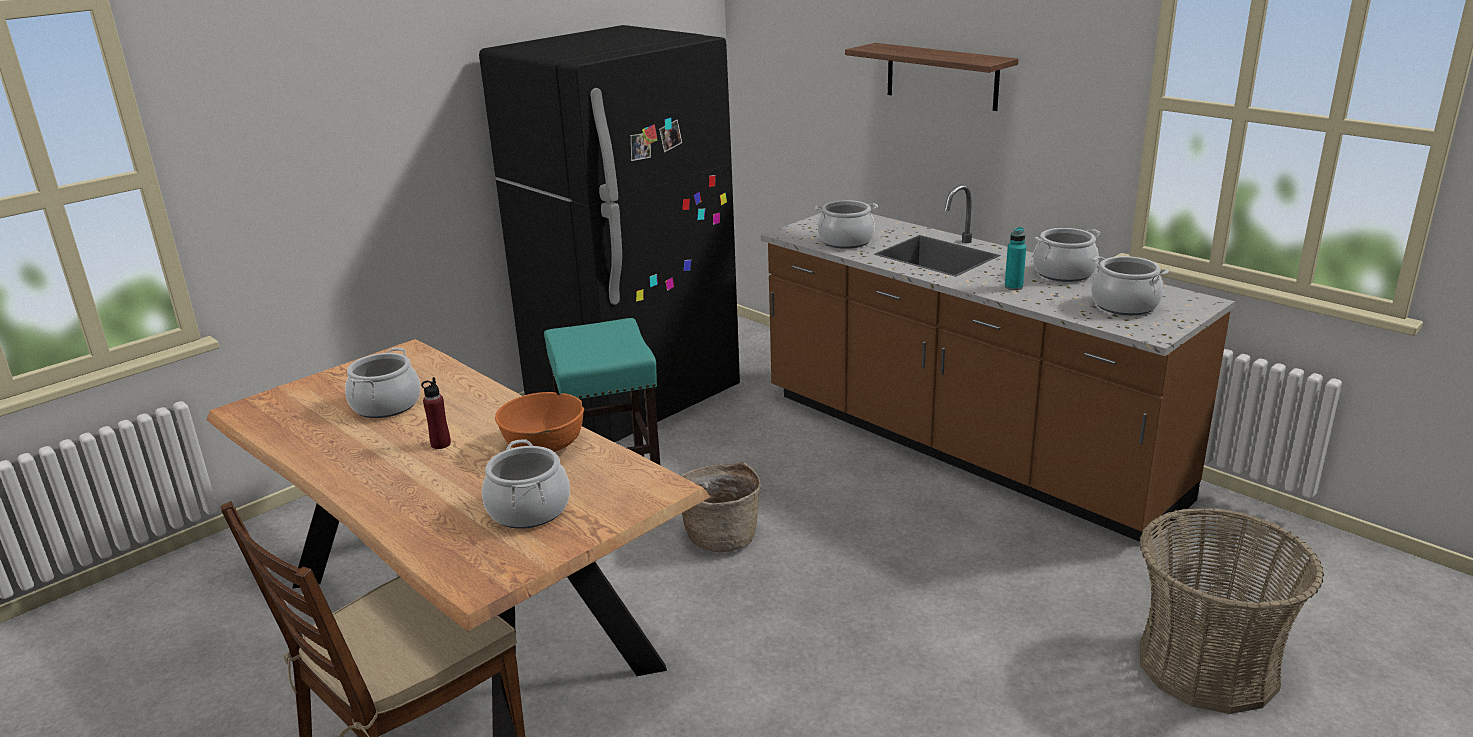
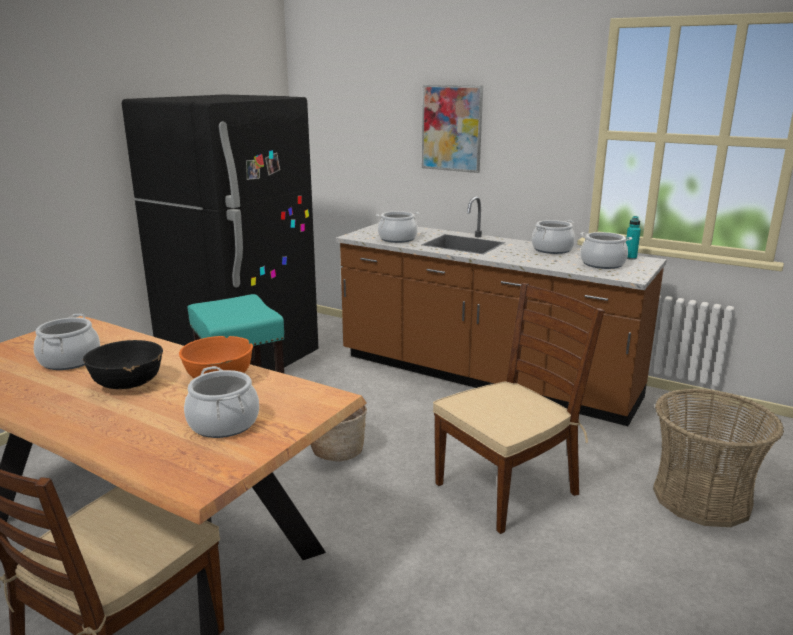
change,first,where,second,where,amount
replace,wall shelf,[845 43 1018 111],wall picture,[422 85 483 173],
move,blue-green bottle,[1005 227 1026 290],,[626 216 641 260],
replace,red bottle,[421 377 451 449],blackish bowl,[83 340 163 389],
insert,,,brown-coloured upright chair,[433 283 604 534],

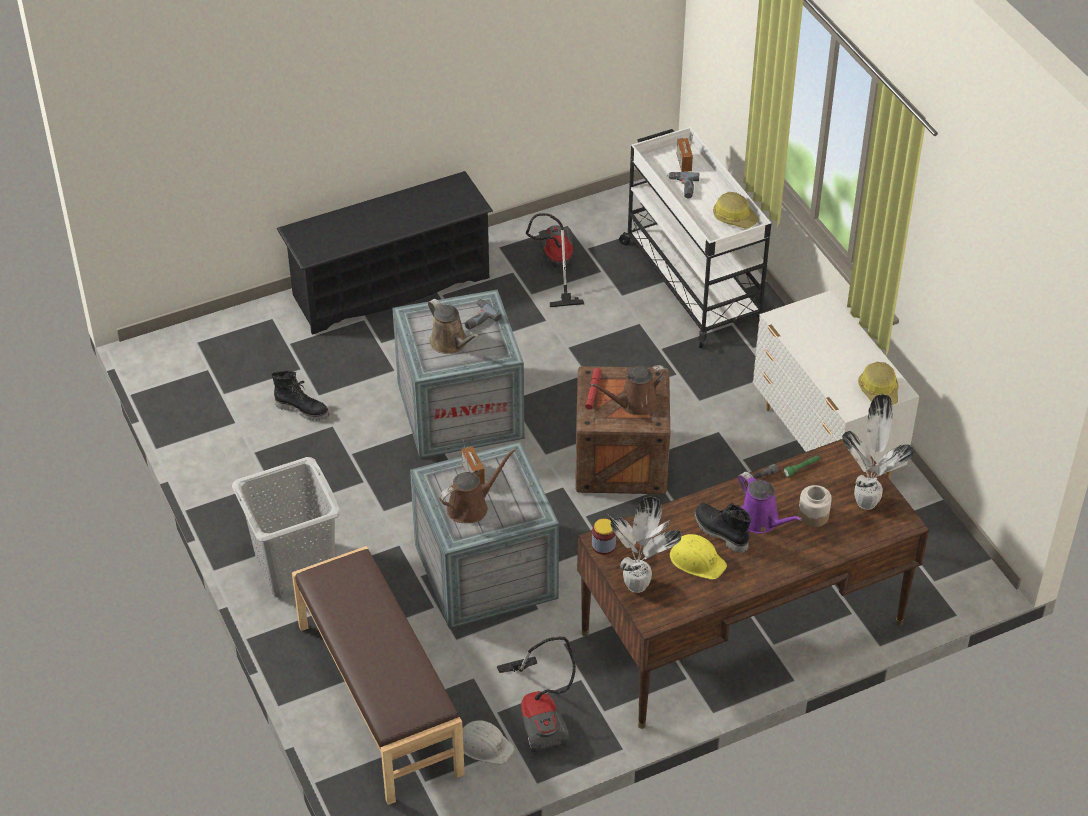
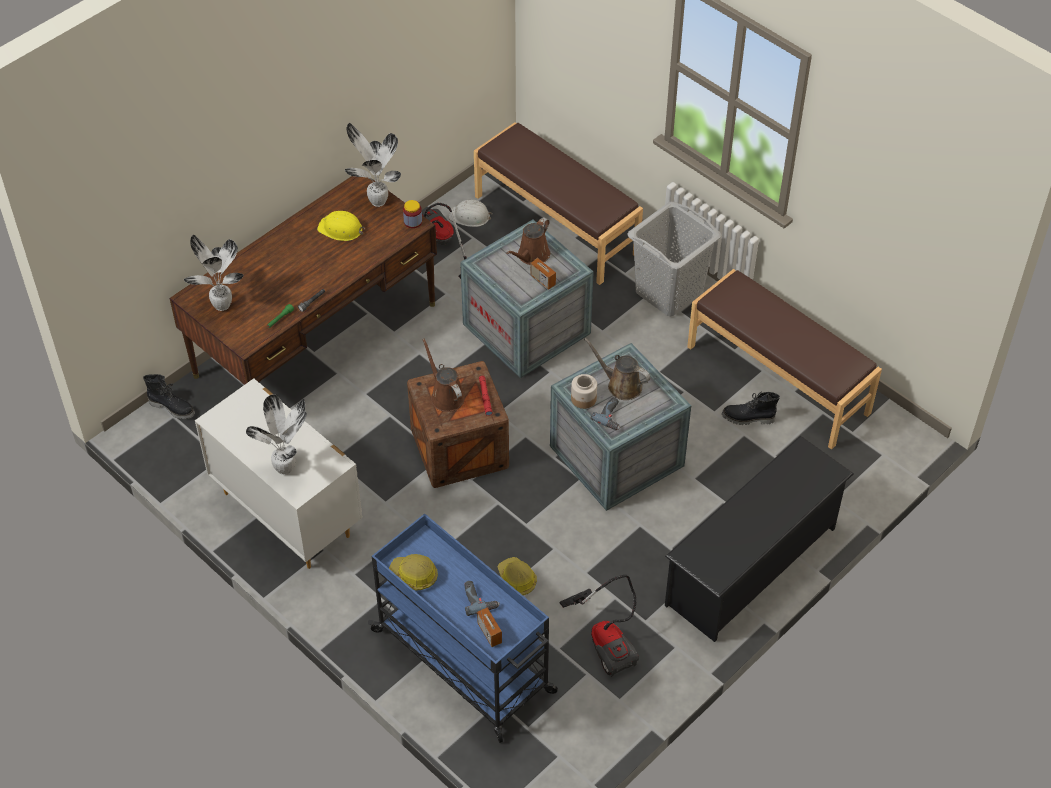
change,first,where,second,where,amount
recolor,whitish wheeled cart,[619 127 771 348],bluish wheeled cart,[368 513 558 743],
move,safety helmet,[858 362 899 405],,[498 557 537 595],
rotate,brown-coloured sprinkling can,[590 365 667 415],,[422 338 465 412],75 degrees counterclockwise
delete,purplish sprinkling can,[738 472 802 533],,,
move,jar,[798 485 832 527],,[571 374 597 409],
move,blackish boot,[694 503 751 553],,[143 374 195 419],
insert,,,brown-coloured bench,[687 269 882 450],
insert,,,houseplant,[246 394 307 475],

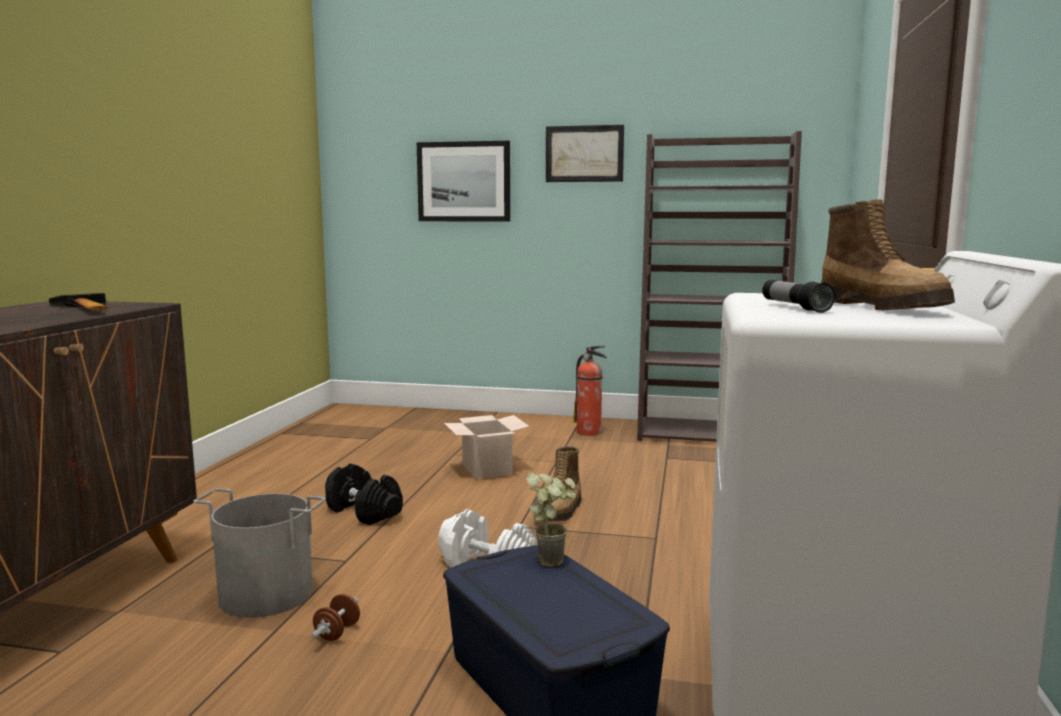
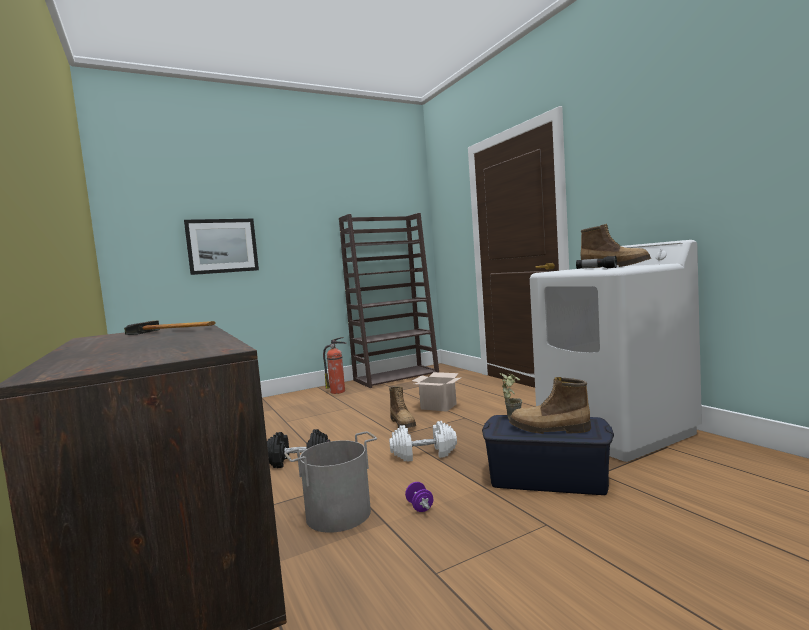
change,first,where,second,where,amount
delete,wall picture,[546 125 624 182],,,
move,carton,[444 415 529 479],,[412 372 462 412],
recolor,brown-coloured free weight,[311 594 360 641],purplish free weight,[405 482 433 512],
insert,,,boot,[509 377 591 434],

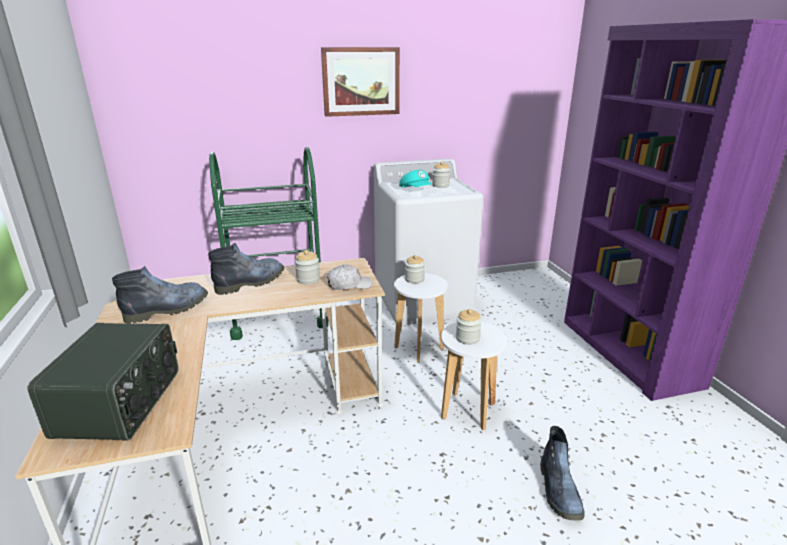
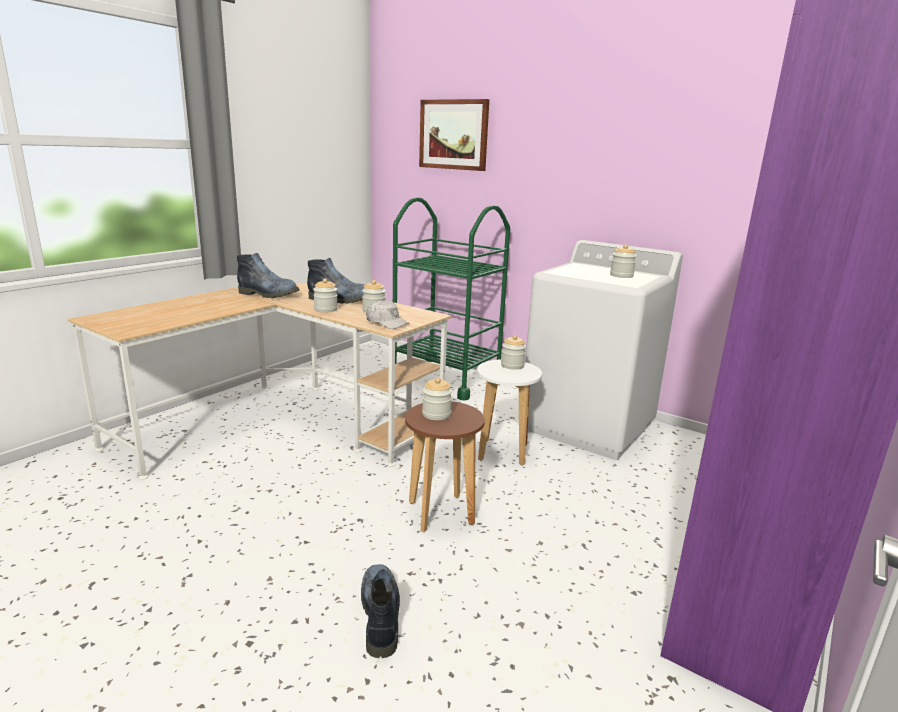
change,first,where,second,where,amount
move,wall picture,[321 47 400 117],,[419 99 489 171],
delete,blue-green peaked cap,[399 170 432 187],,,
recolor,whitish stool seat,[441 322 508 430],brown-coloured stool seat,[405 401 485 532],
delete,radio,[27 323 178 440],,,
rotate,boot,[540 426 585 520],,[361 564 400 658],120 degrees clockwise
insert,,,jar,[313 279 338 312],

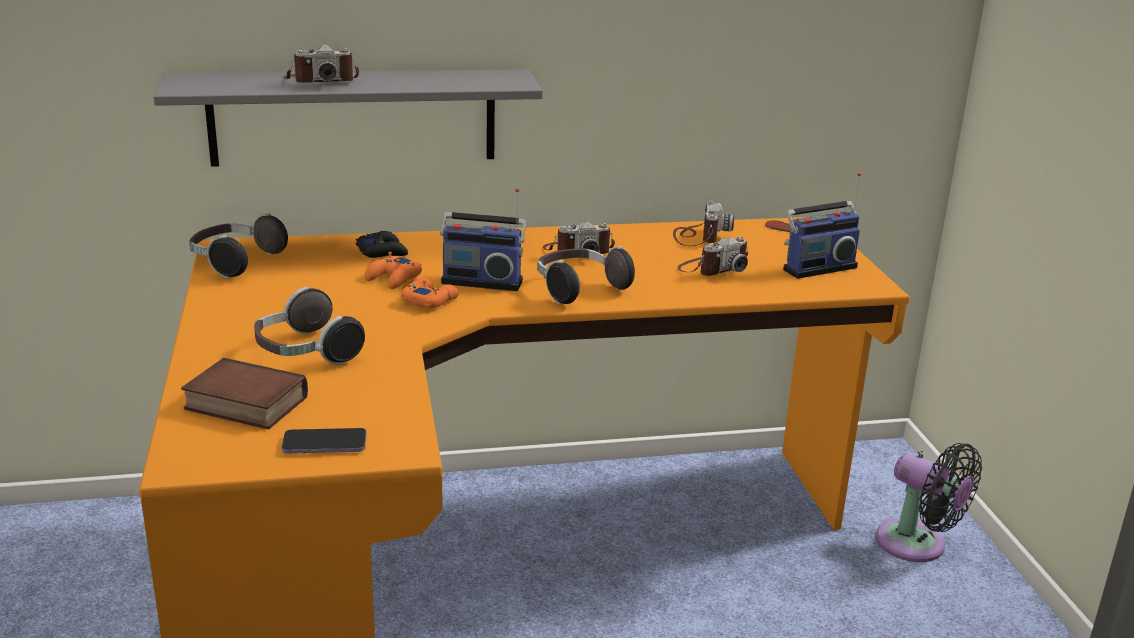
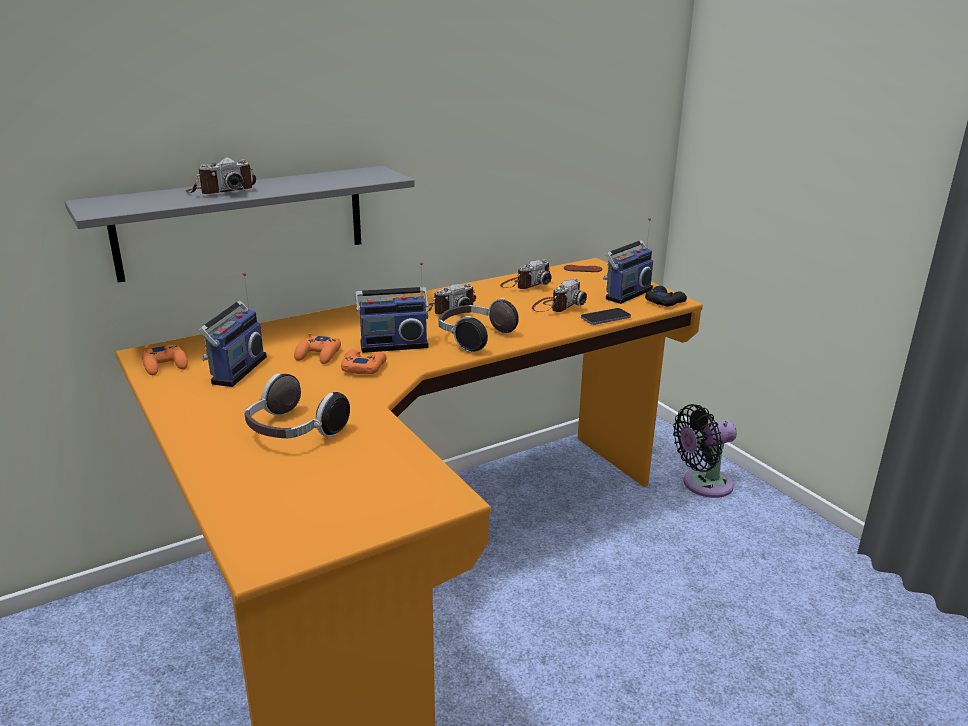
change,first,where,second,where,amount
rotate,photo camera,[673 201 734 246],,[500 259 552 289],60 degrees clockwise
replace,headphones,[189 213 288 279],orange-coloured joypad,[142 345 188 375],
move,blackish joypad,[356 231 408 258],,[645 286 687 307],
delete,volume,[181 358 308 429],,,
move,phone,[282 428 366 454],,[581 308 631 325],
rotate,blackish fan,[876 443 982 562],,[673 404 737 498],135 degrees clockwise
insert,,,radio,[199 272 267 387],

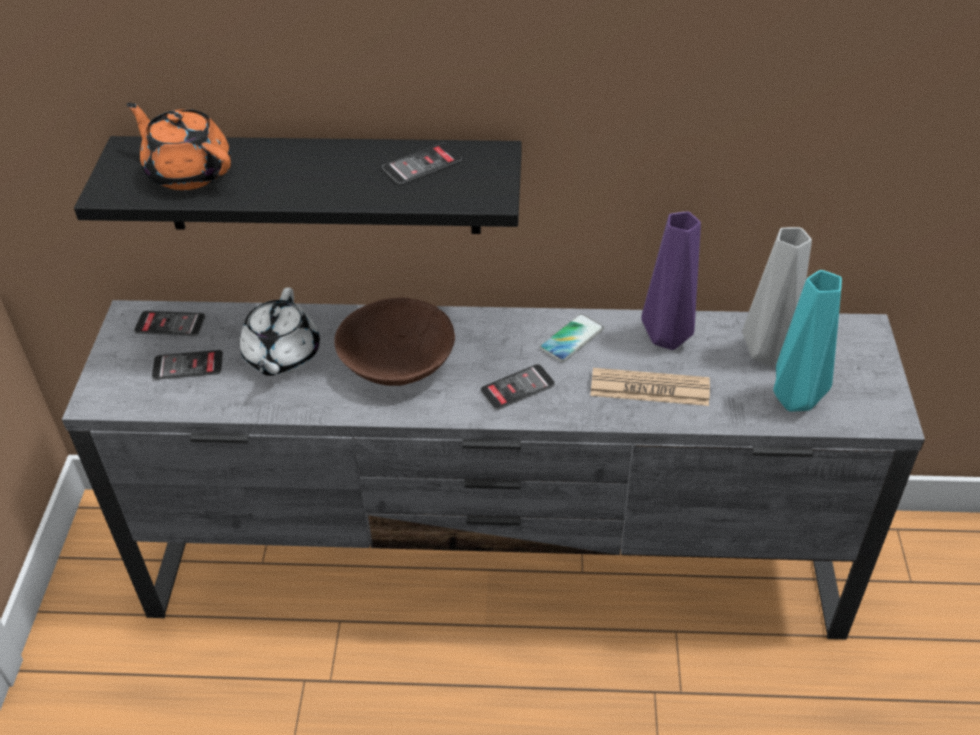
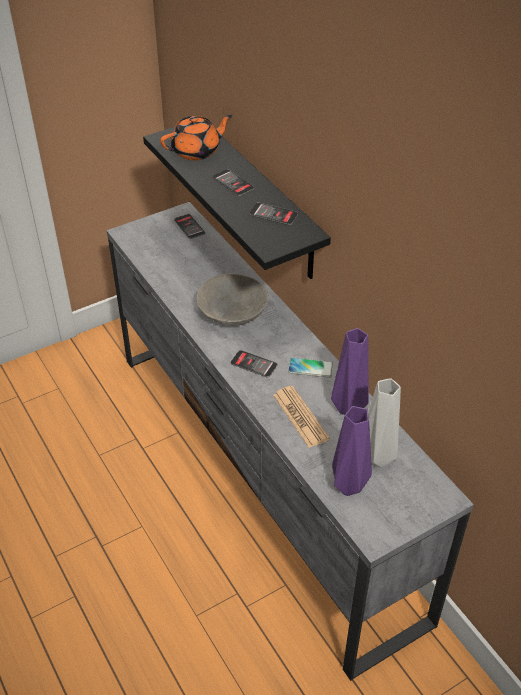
change,first,where,second,where,amount
rotate,orange-coloured tea pot,[127 103 231 190],,[160 115 232 160],60 degrees clockwise
recolor,blue-green flower vase,[773 270 842 412],purplish flower vase,[332 406 372 496],
delete,whitish tea pot,[240 287 320 376],,,
recolor,brown-coloured bowl,[334 298 455 386],grey bowl,[197 274 269 325],
move,phone,[152 350 223 380],,[213 169 254 196],

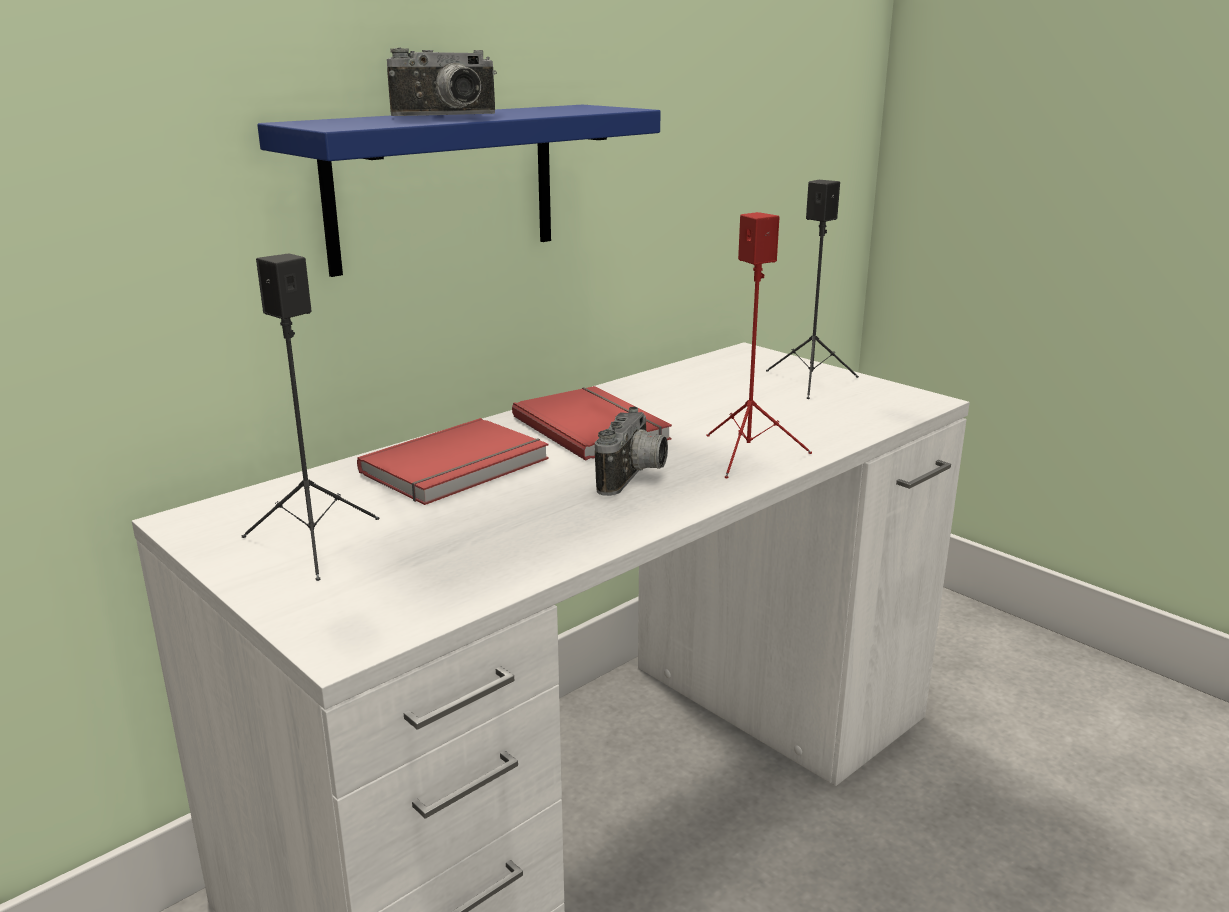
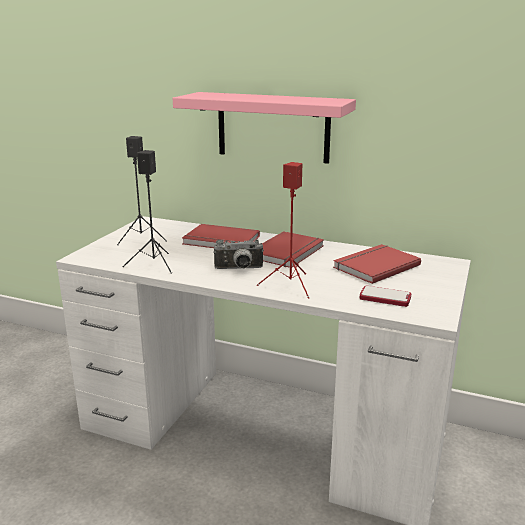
change,first,where,second,where,amount
delete,photo camera,[387 48 497 116],,,
recolor,bluish wall shelf,[257 105 661 277],pinkish wall shelf,[173 92 356 164],
move,blackish audio speaker,[766 180 859 399],,[123 150 172 274],
insert,,,red volume,[333 244 421 284],
insert,,,phone,[360 286 411 307],

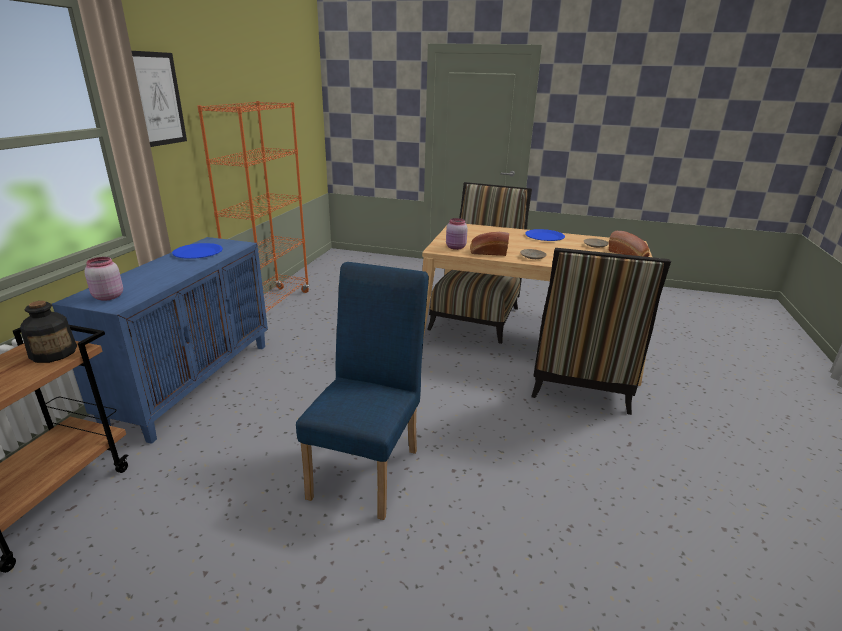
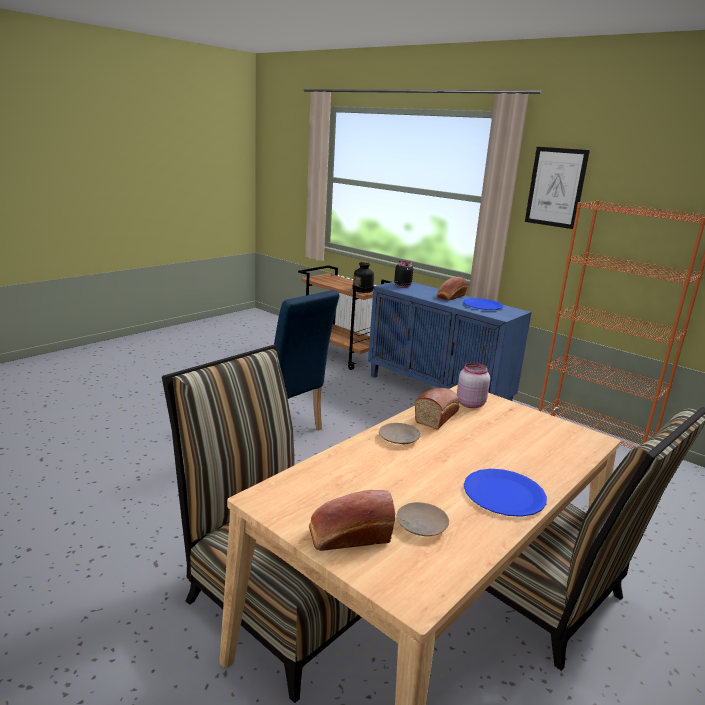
change,first,where,second,where,amount
recolor,pinkish jar,[84 257 123 301],blackish jar,[394 261 413 288],
insert,,,bakery bread,[437 277 468 301],

